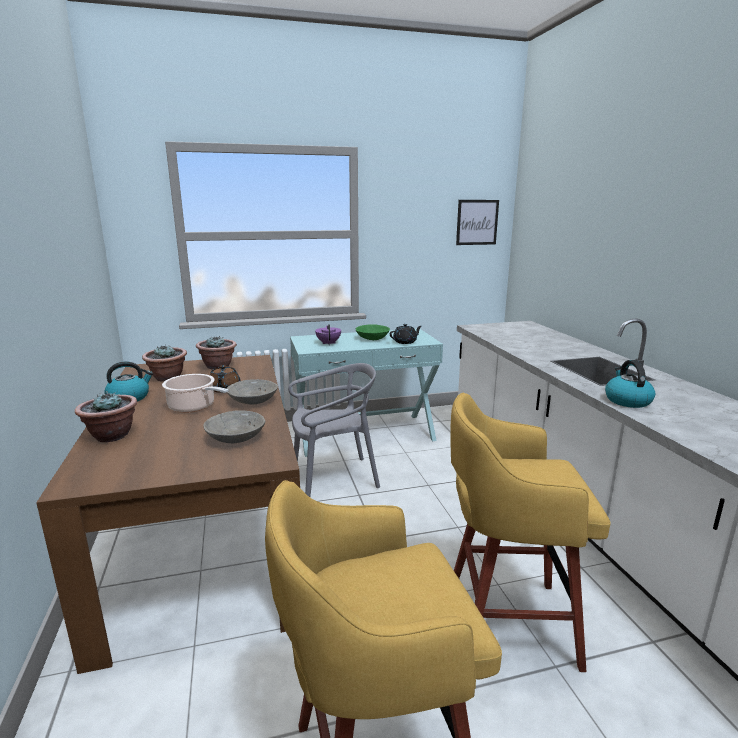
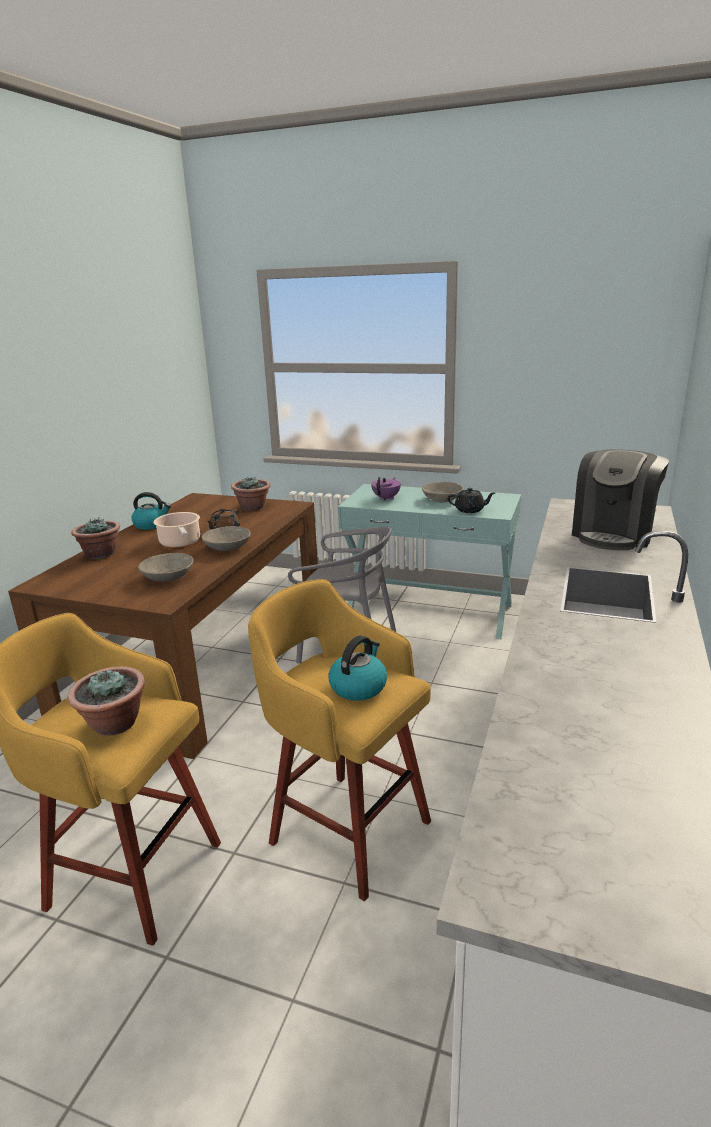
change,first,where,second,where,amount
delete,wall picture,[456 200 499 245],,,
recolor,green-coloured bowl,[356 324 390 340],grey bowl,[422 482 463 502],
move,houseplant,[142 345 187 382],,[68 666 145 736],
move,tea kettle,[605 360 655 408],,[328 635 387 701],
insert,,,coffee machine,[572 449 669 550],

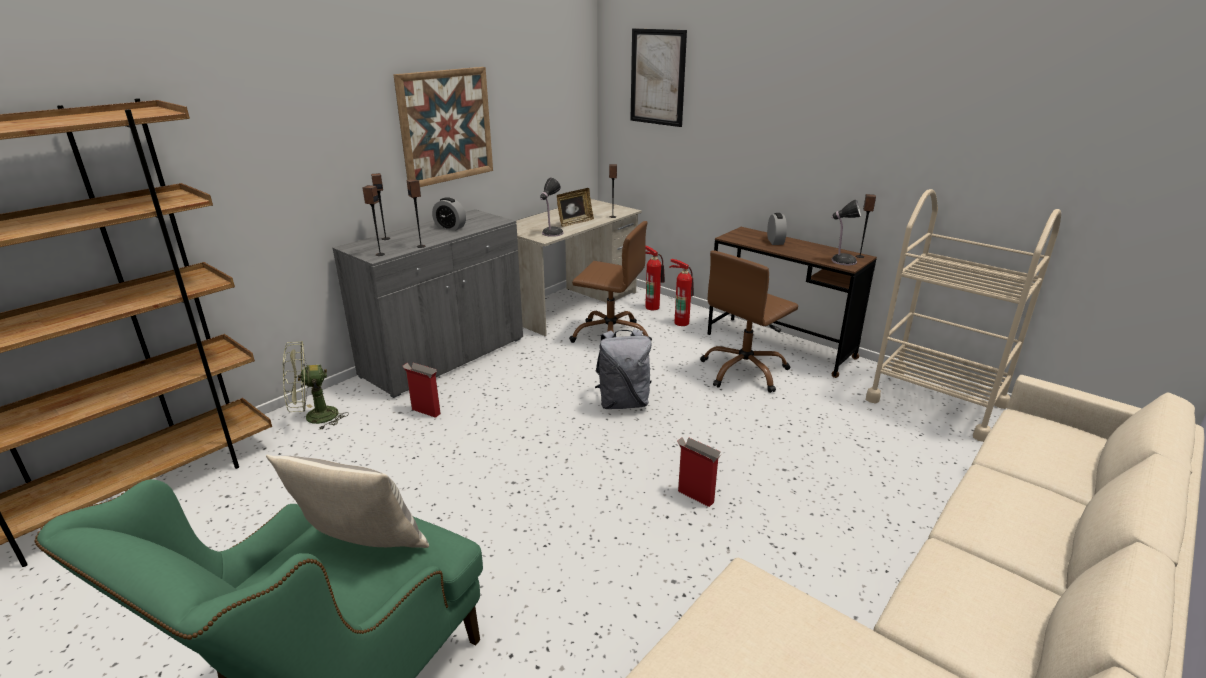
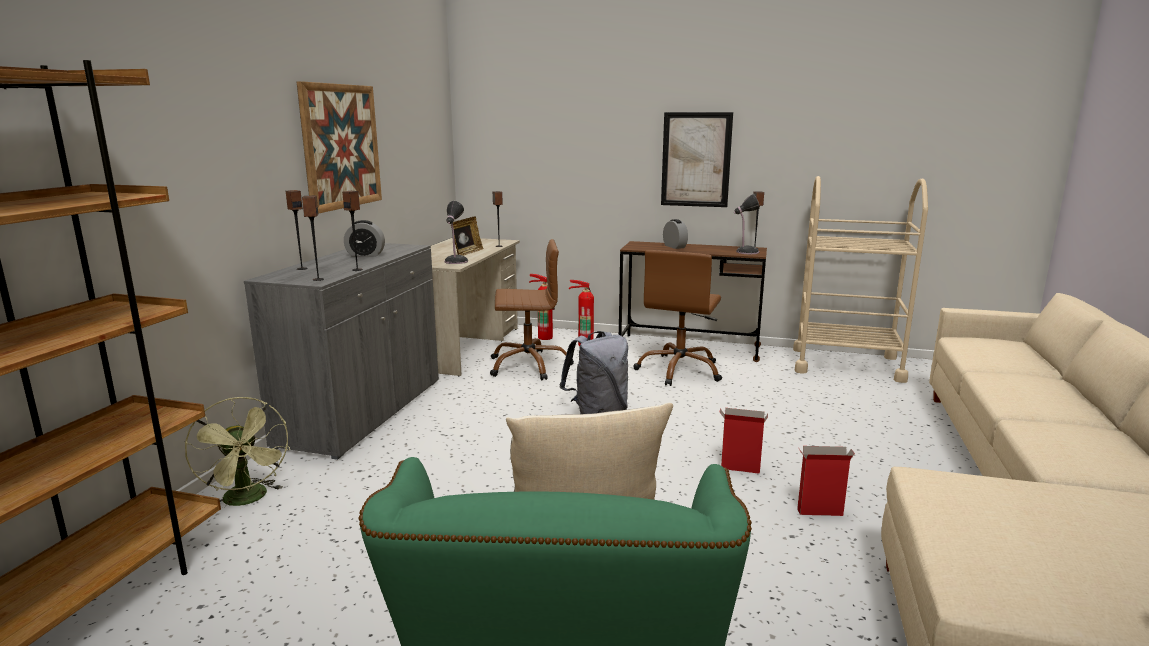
change,first,where,second,where,amount
move,wall picture,[630 28 687 127],,[661 112 733 207],
rotate,green-coloured fan,[283 341 349 430],,[185 397 290 506],75 degrees counterclockwise
move,carton,[403 363 441 418],,[797 446 855 516],

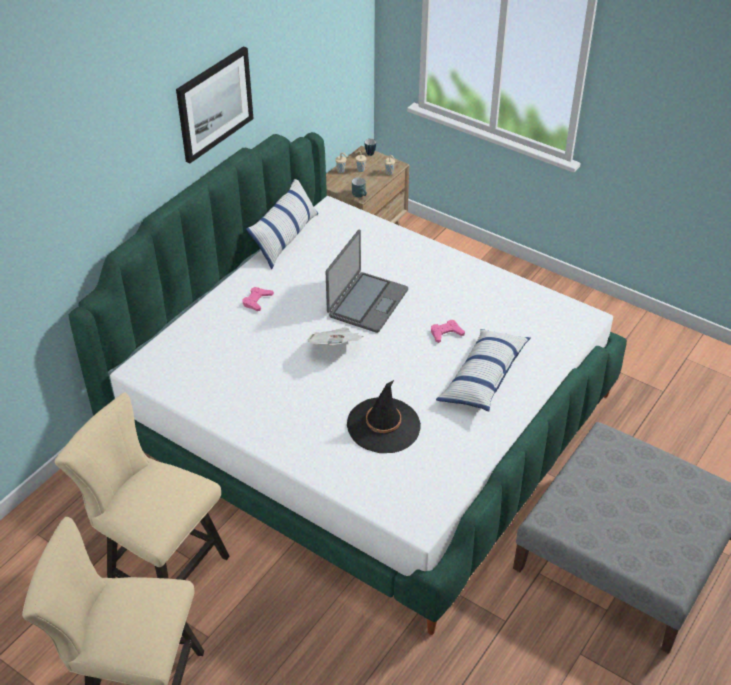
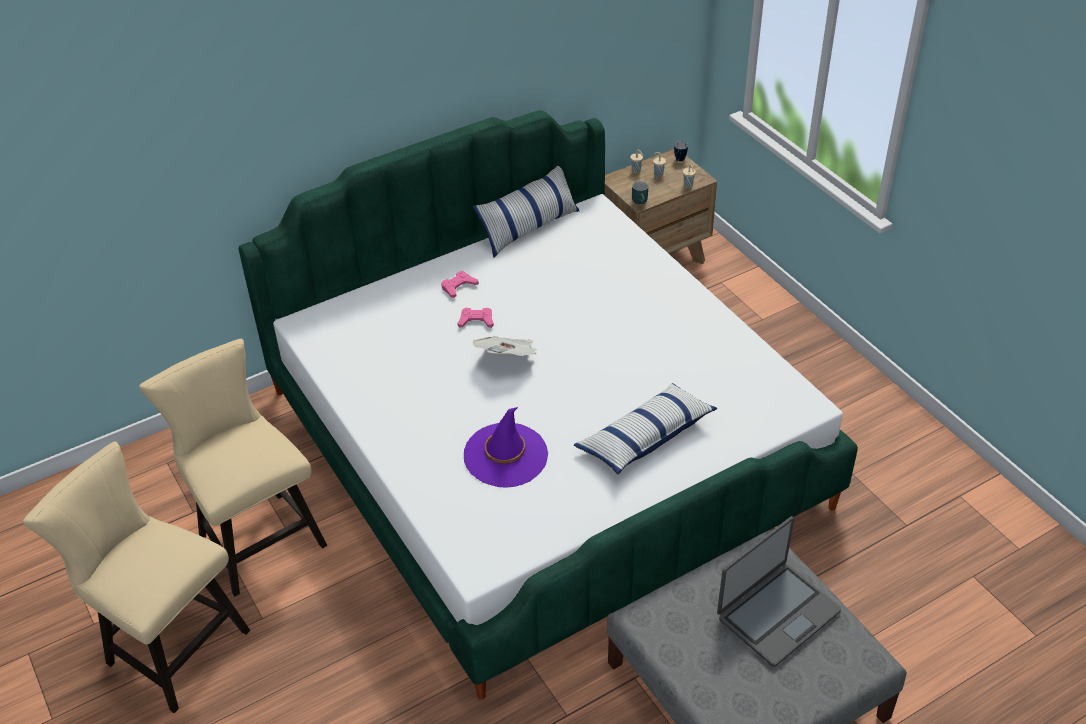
change,first,where,second,where,amount
delete,wall picture,[176 46 254 163],,,
move,portable computer,[326 230 408 333],,[717 516 841 667],
move,pinkish joypad,[431 320 465 343],,[457 308 494 328],
recolor,blackish clothing hat,[347 380 421 453],purplish clothing hat,[464 407 548 488],

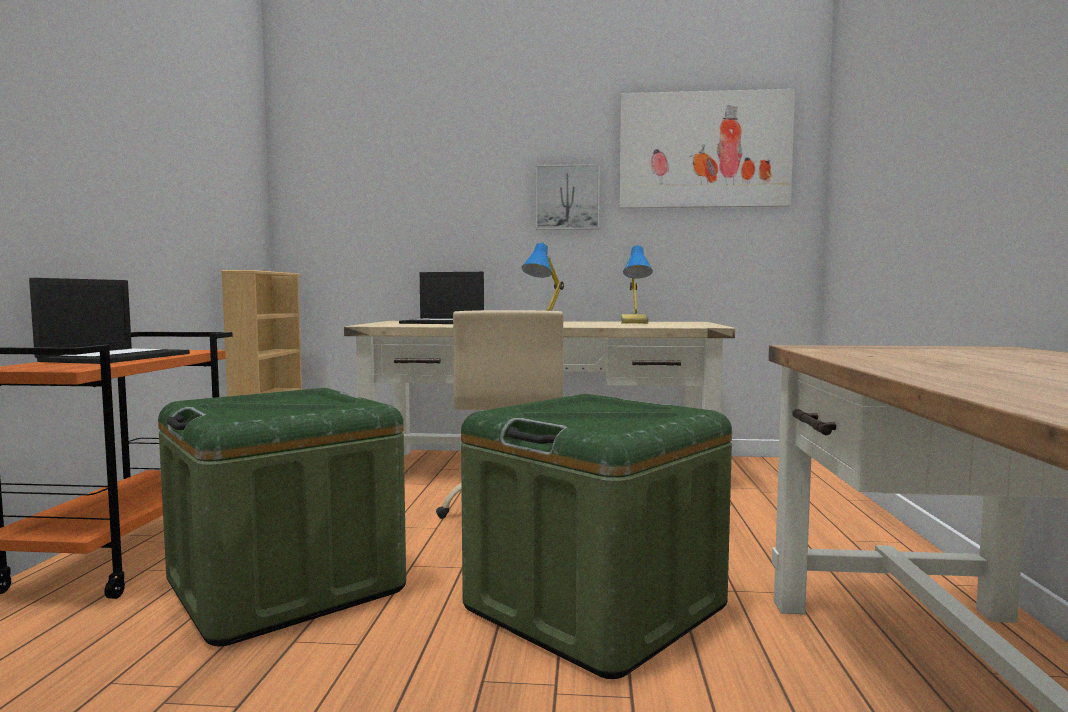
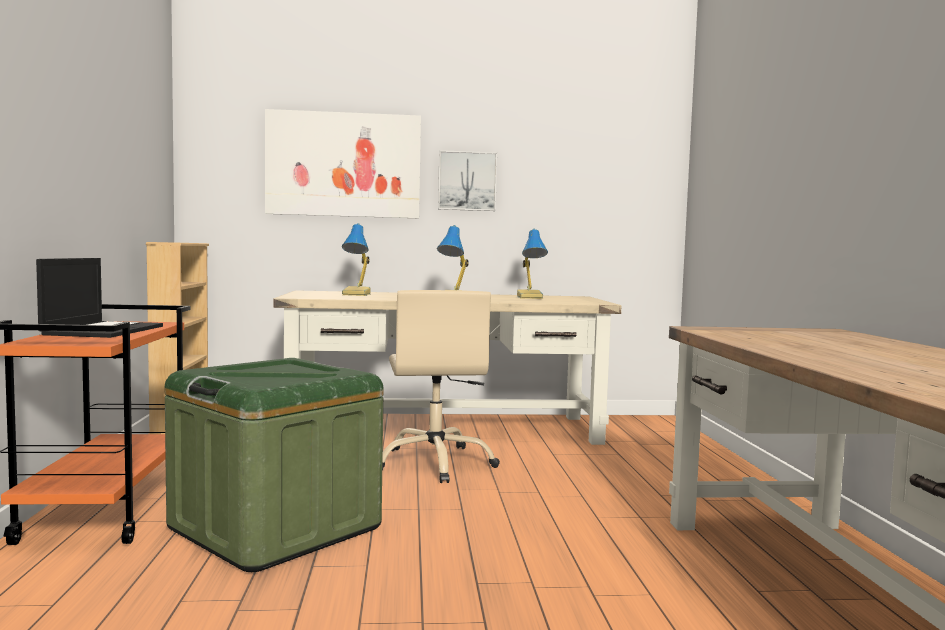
change,first,where,second,where,amount
move,wall picture,[619 89 795 208],,[265 109 421 218],
replace,portable computer,[399 272 484 324],tabletop lamp,[342 223 371 296],
delete,green-coloured storage container,[461 394 732 679],,,

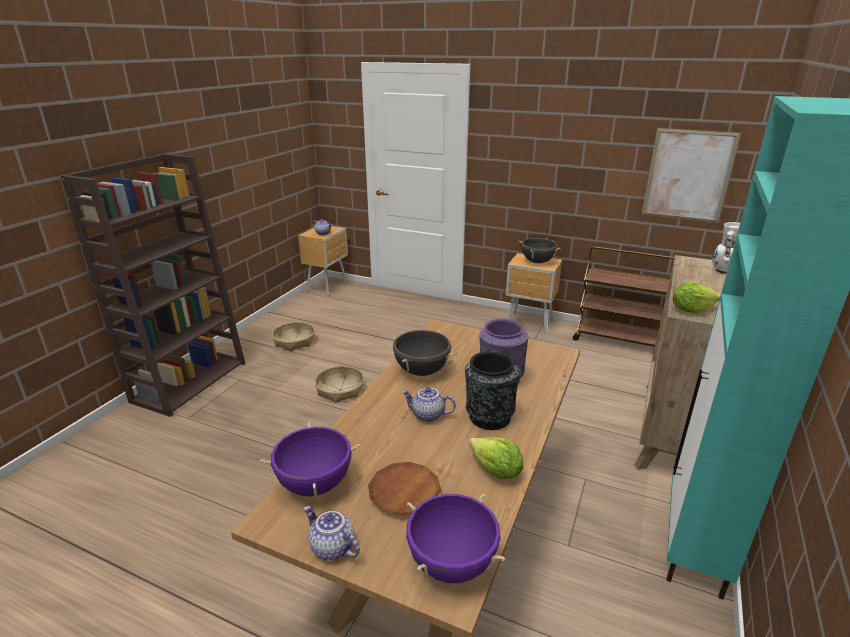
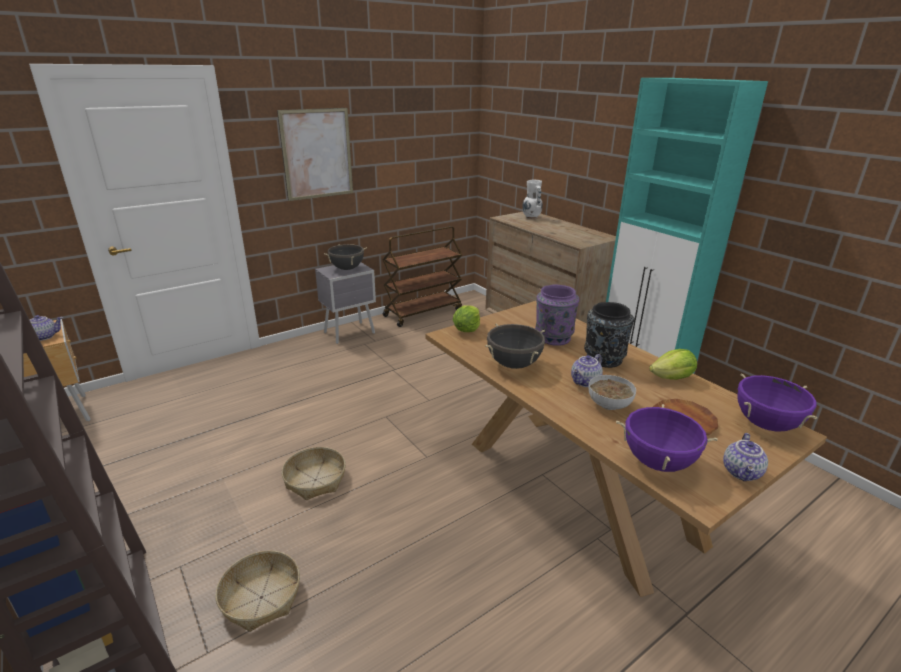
change,first,where,second,where,amount
move,wall picture,[641 128 742 223],,[277 108 353 201],
recolor,brown-coloured bedside table,[506 253 562 334],grey bedside table,[315 262 376 344],
move,lettuce head,[673 282 721 313],,[453 305 480 332],
move,basket,[272 322 315 351],,[215 551 300 632],
rotate,tea pot,[304 506 360 560],,[723 433 768 481],45 degrees counterclockwise
insert,,,bowl,[589 375 636 410],

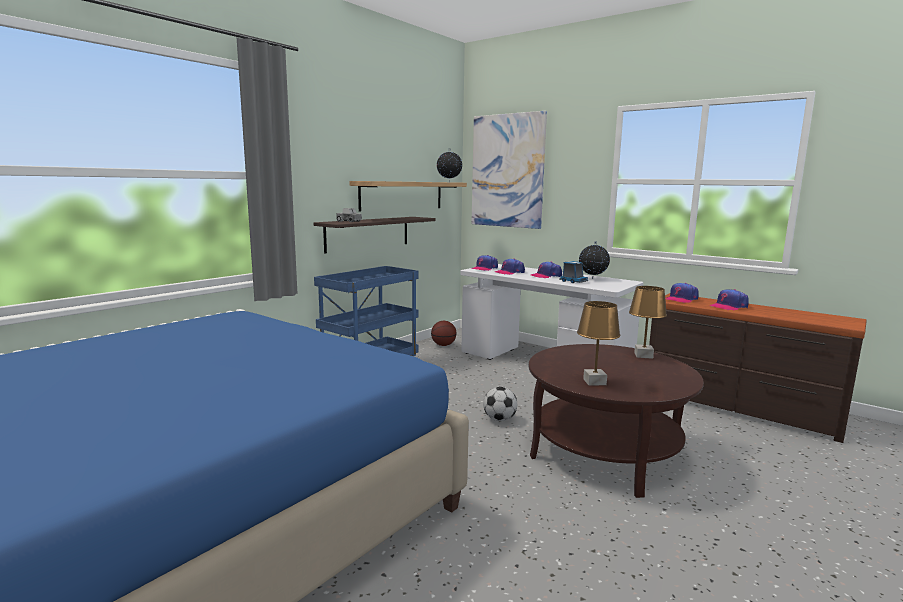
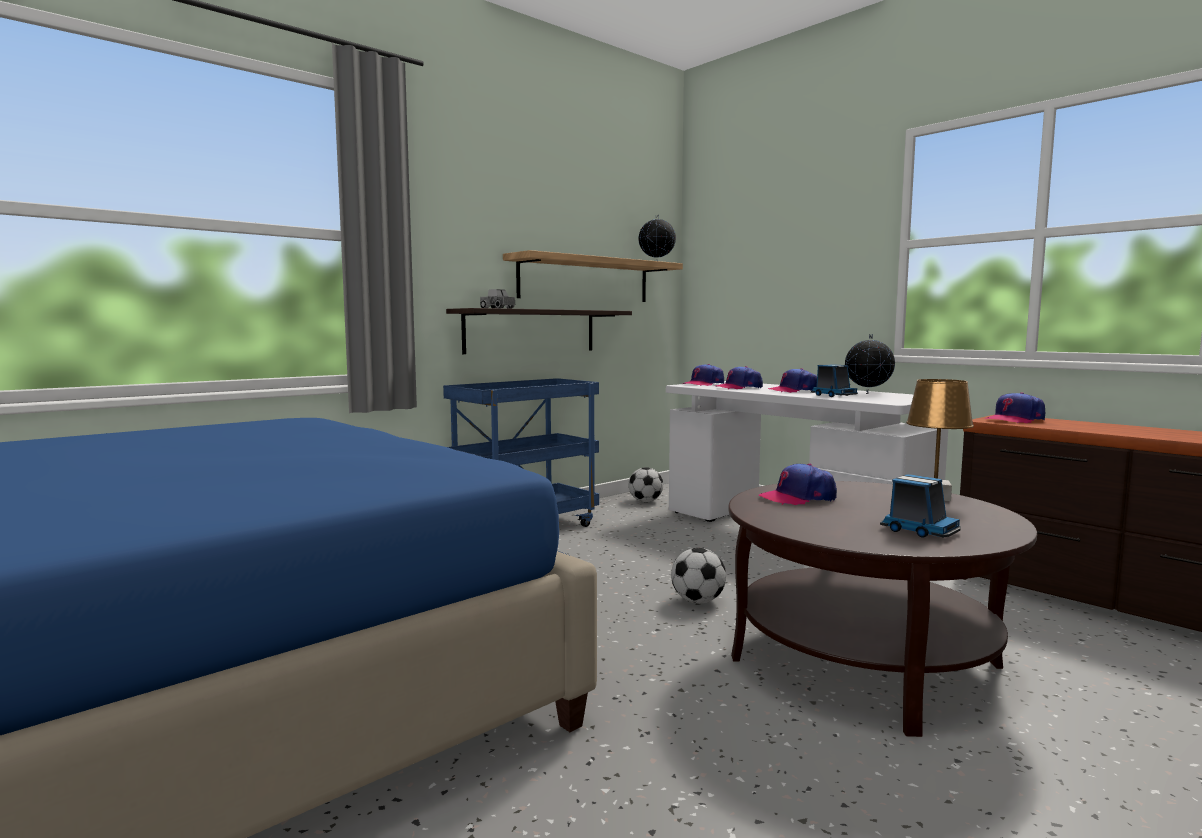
change,first,where,second,where,amount
delete,wall picture,[471 111 547 229],,,
move,peaked cap,[709 289 749 310],,[759 464 837 505],
delete,brown-coloured tabletop lamp,[577 301 620 386],,,
replace,basketball,[431 321 456 346],football ball,[629 467 663 502],
insert,,,toy truck,[880 474 961 538],

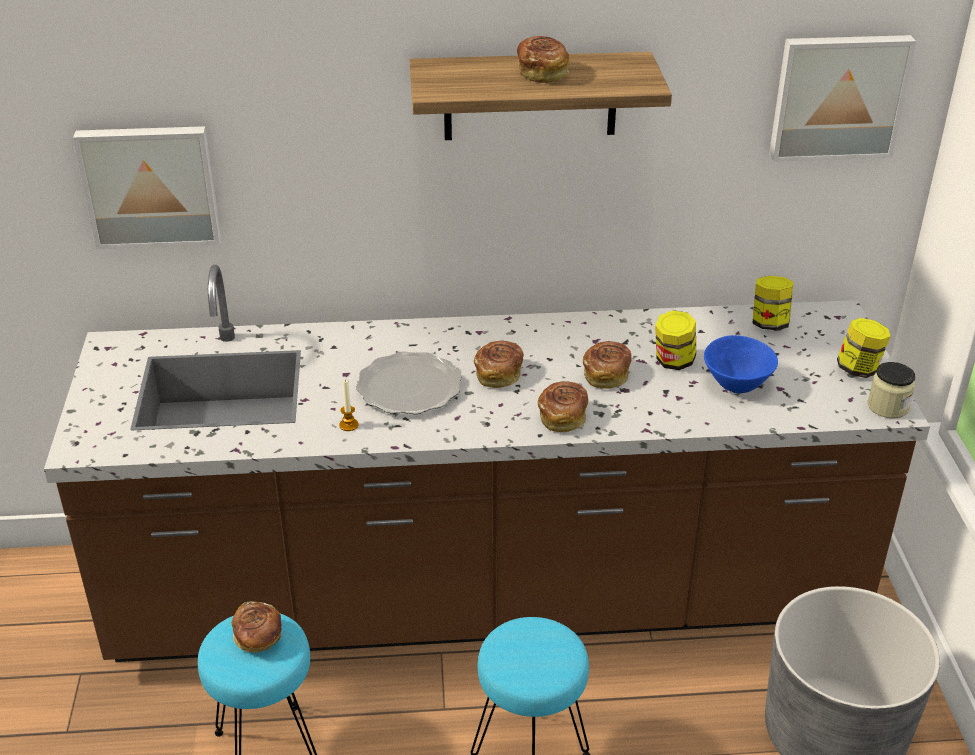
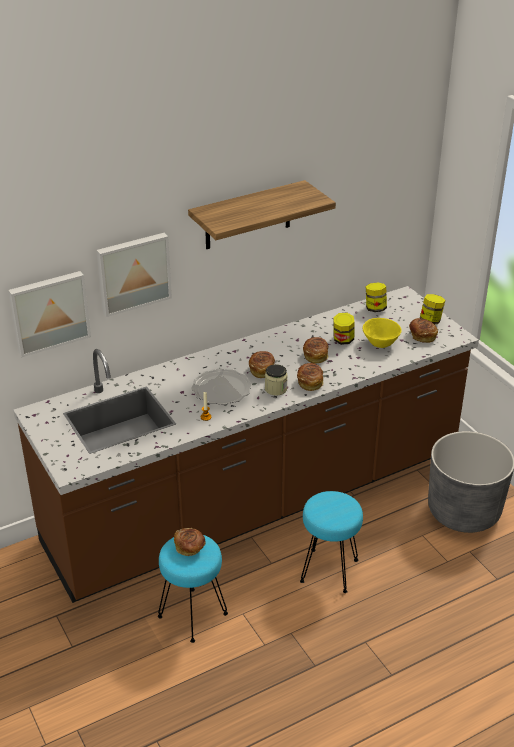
change,first,where,second,where,amount
move,wall picture,[769 35 916 162],,[96 233 172 317],
move,bakery bread,[517 36 569 83],,[409 318 438 343],
recolor,bluish bowl,[704 335 778 393],yellowish bowl,[363 318 402 348],
move,jar,[868 362 915 418],,[265 364 288 396],

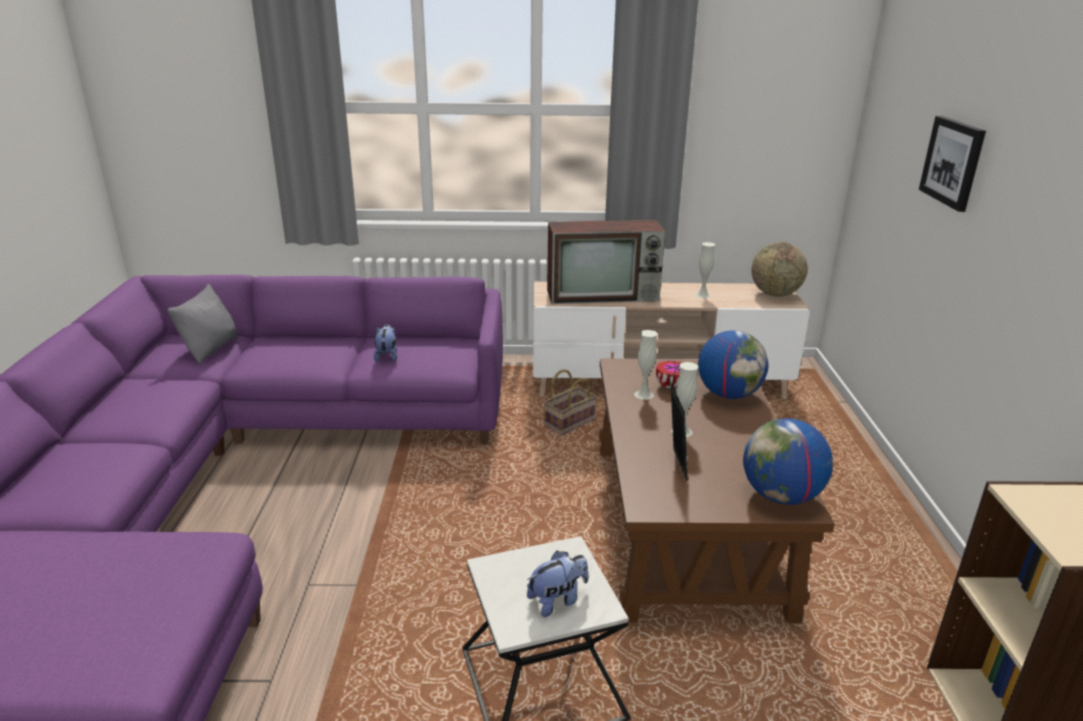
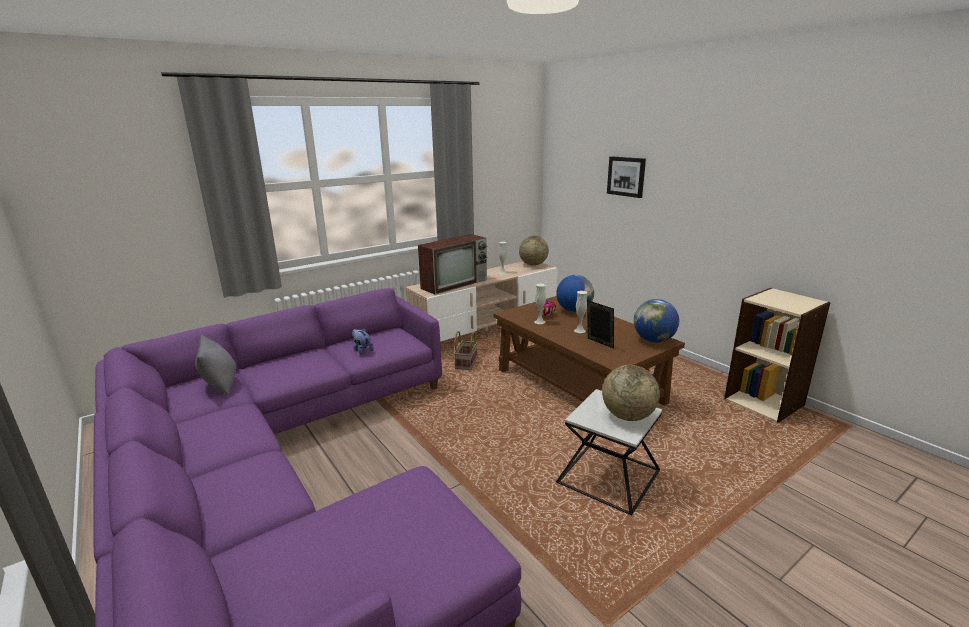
change,first,where,second,where,amount
replace,soft toy,[527 551 589 617],globe,[602 365 660 421],

